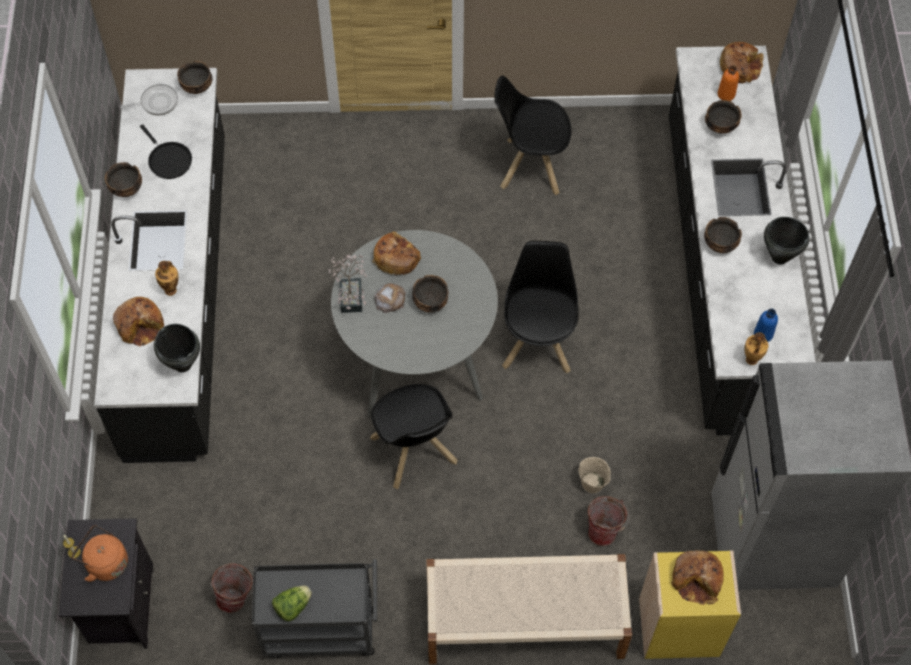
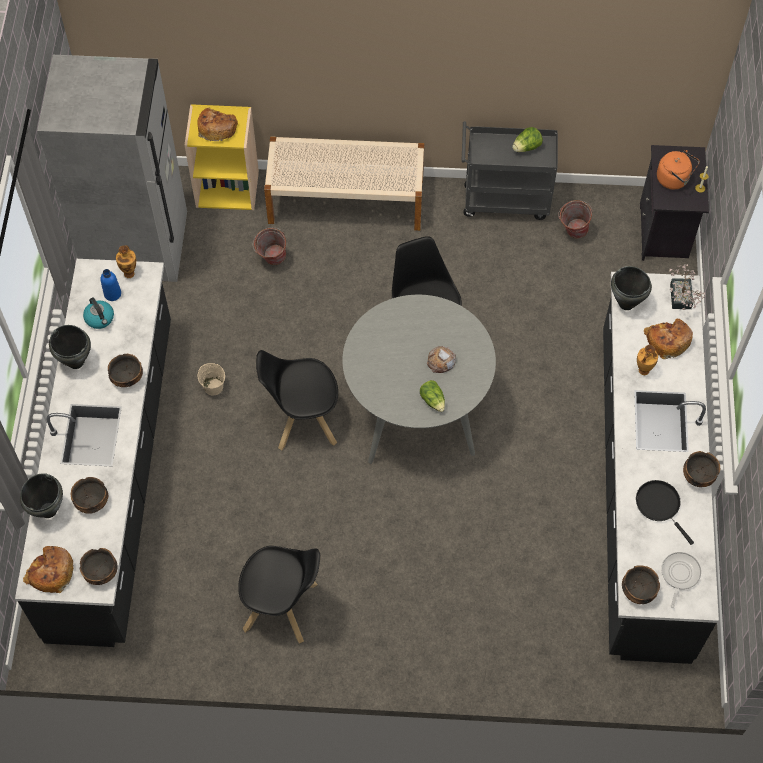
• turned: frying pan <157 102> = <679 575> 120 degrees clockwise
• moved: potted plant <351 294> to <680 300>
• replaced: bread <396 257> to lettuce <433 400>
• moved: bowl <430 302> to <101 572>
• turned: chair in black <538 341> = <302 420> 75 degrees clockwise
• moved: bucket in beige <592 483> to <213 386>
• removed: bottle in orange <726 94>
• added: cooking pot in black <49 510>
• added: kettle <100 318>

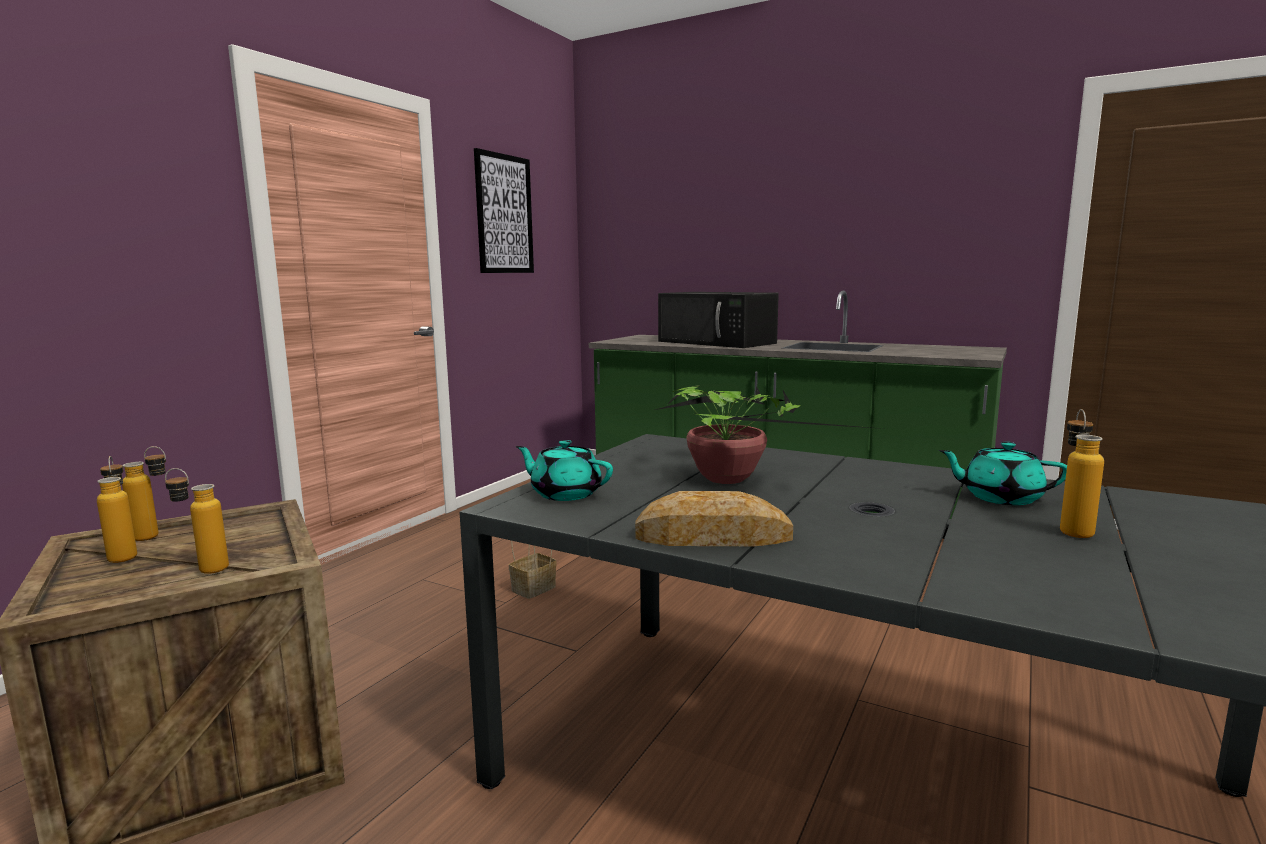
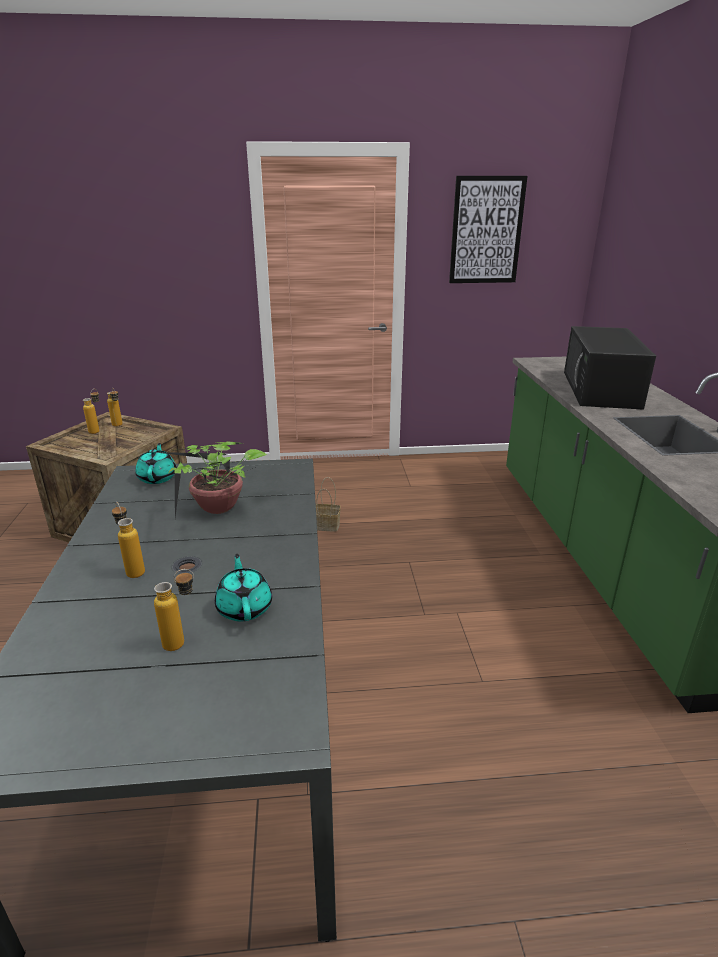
• moved: bottle <203 569> to <133 570>
• removed: bread <713 537>

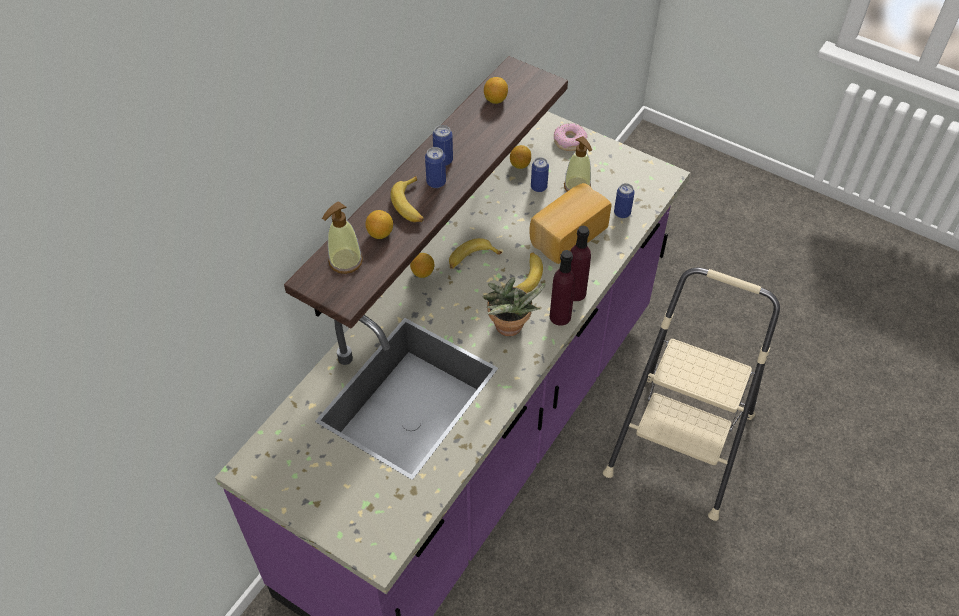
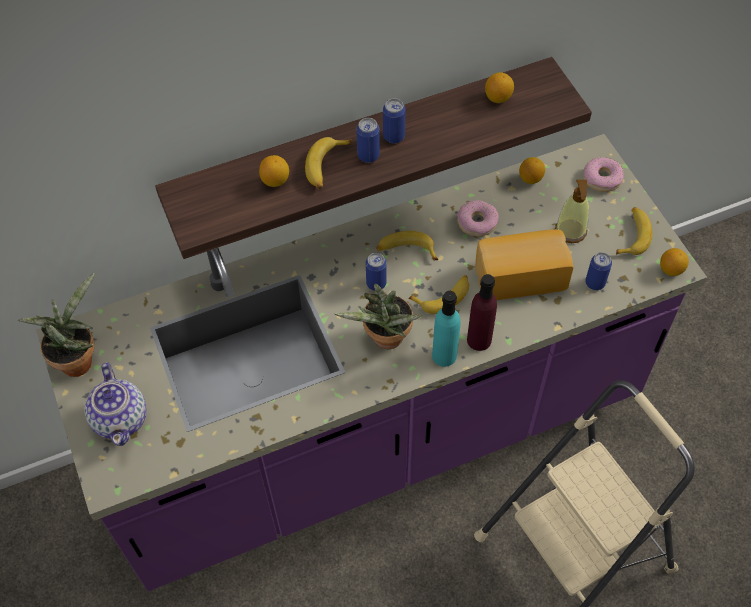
• removed: soap dispenser <345 261>
• moved: lemon <422 272> to <671 269>
• moved: can <539 187> to <376 283>
• recoloured: bottle in purple <560 316> to bottle in turquoise <444 355>
• added: potted plant <78 359>
• added: teapot <121 418>
• added: donut <477 222>
• added: banana <632 235>

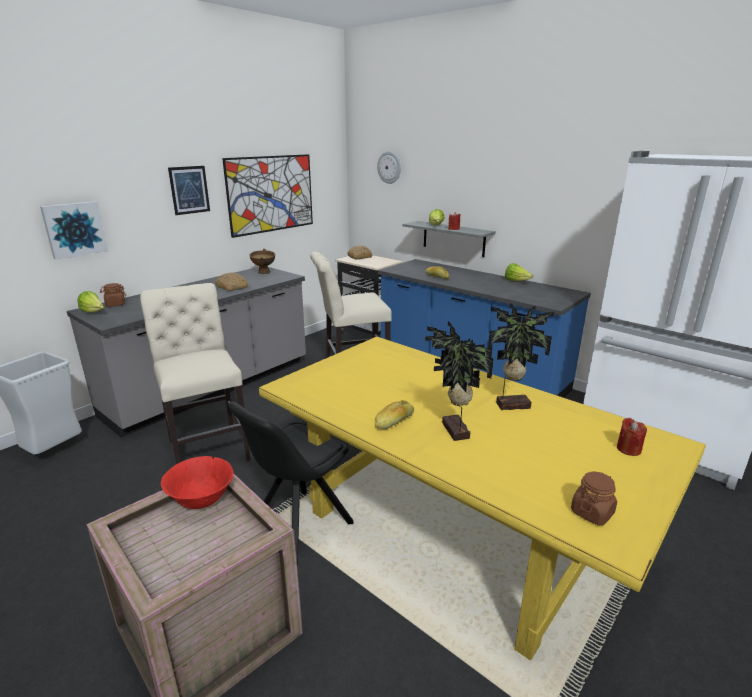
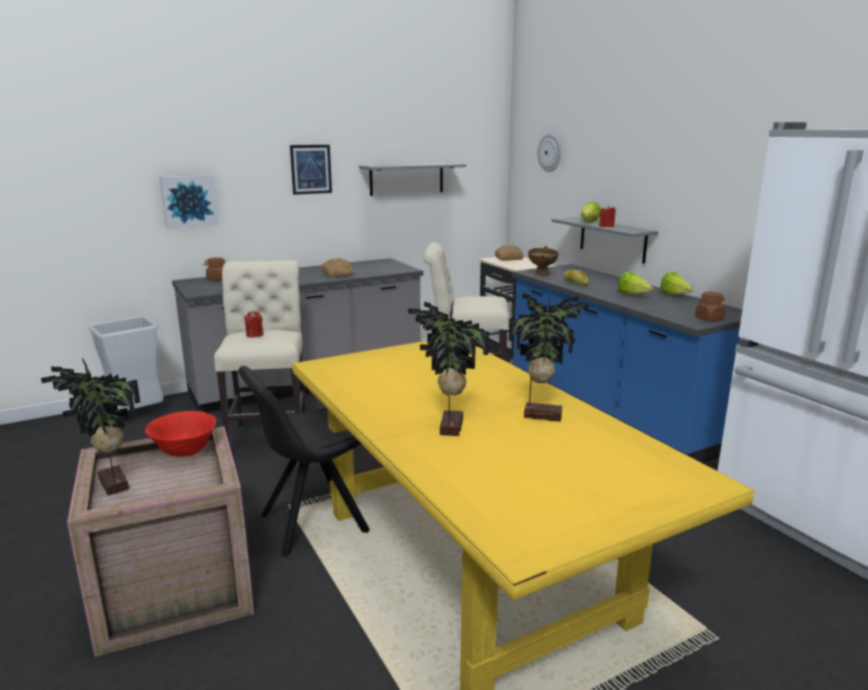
• moved: lettuce <94 312> to <633 295>
• replaced: picture <271 194> to shelf in grey <407 179>
• moved: bowl in brown <264 273> to <542 275>
• removed: bread <394 421>
• moved: jar in brown <592 512> to <709 318>
• moved: candle in red <628 449> to <254 335>
• added: potted plant <111 485>

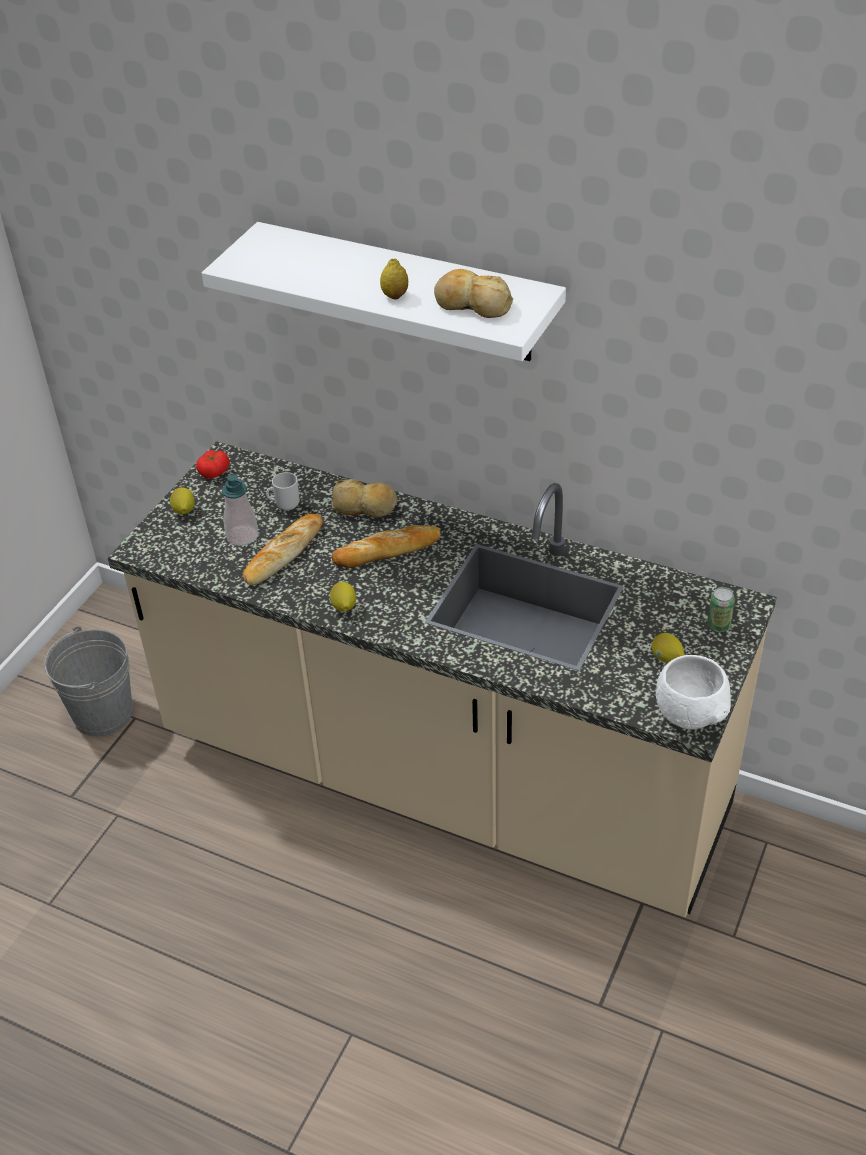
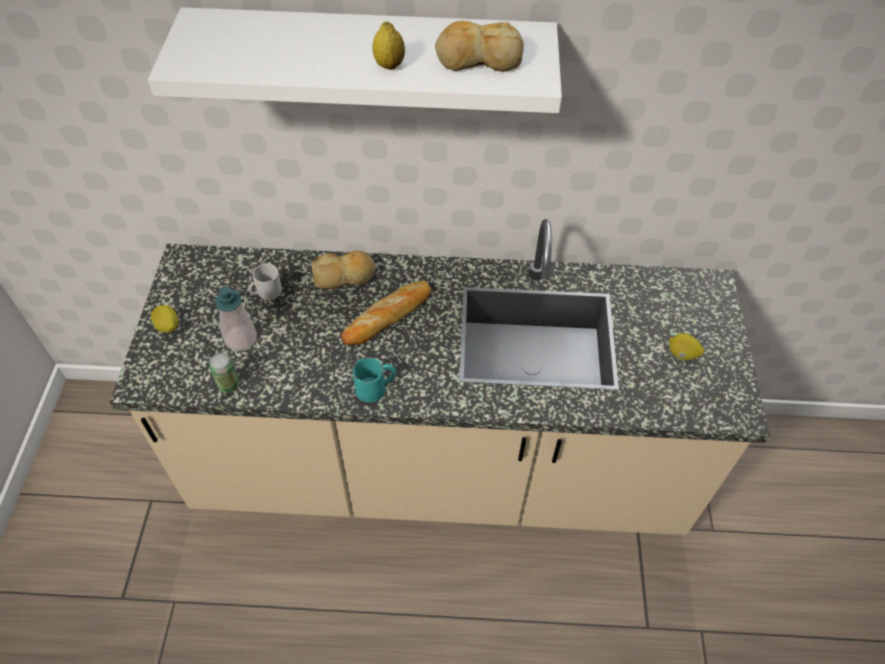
• removed: bucket in grey <103 713>
• removed: tomato <214 471>
• removed: bread <283 554>
• replaced: lemon <343 607> to mug in turquoise <376 387>
• removed: bowl in white <689 717>
• moved: can <718 625> to <228 384>

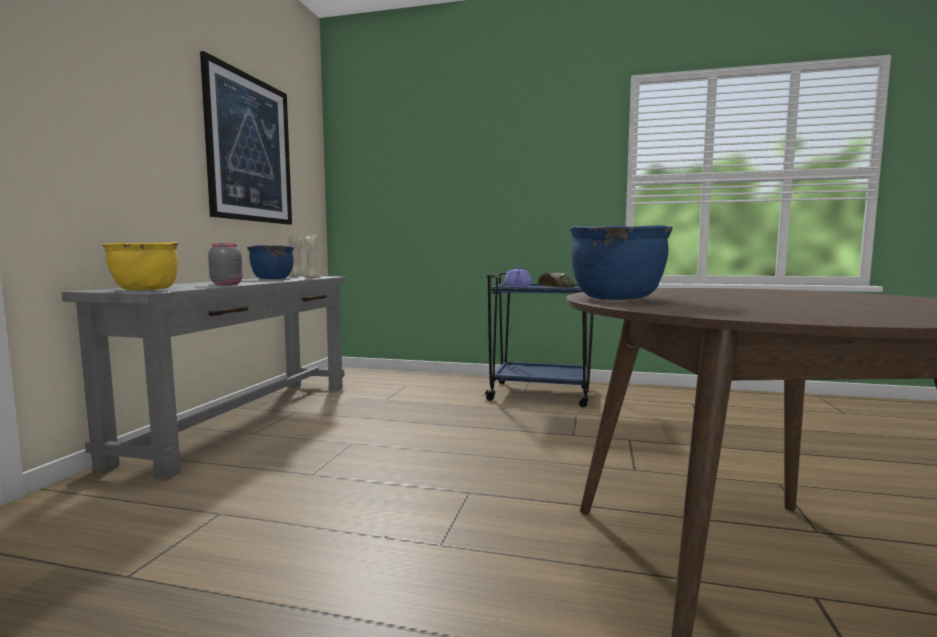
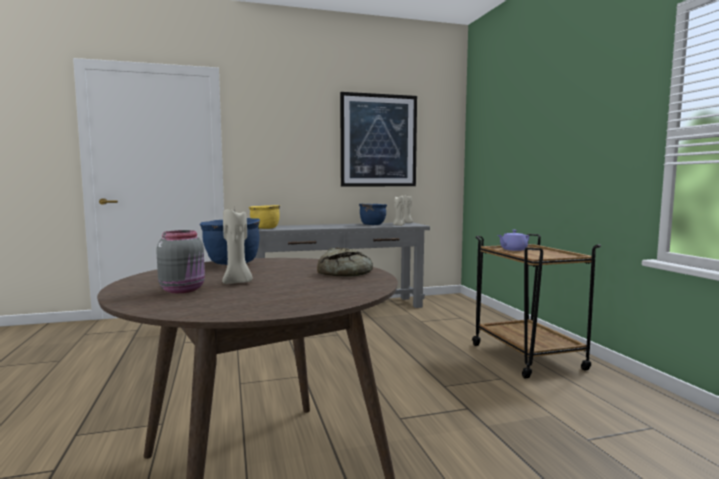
• moved: jar in grey <227 284> to <184 290>
• recoloured: cart in blue <541 394> to cart in brown <528 357>
• moved: bread <556 287> to <347 272>
• added: candle in beige <237 283>

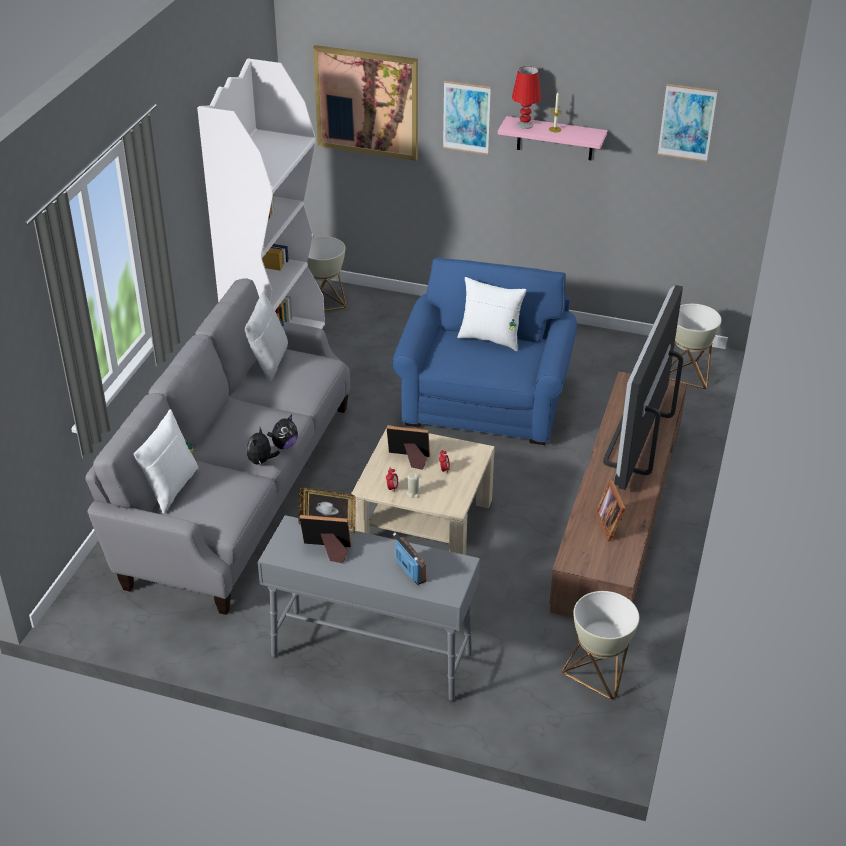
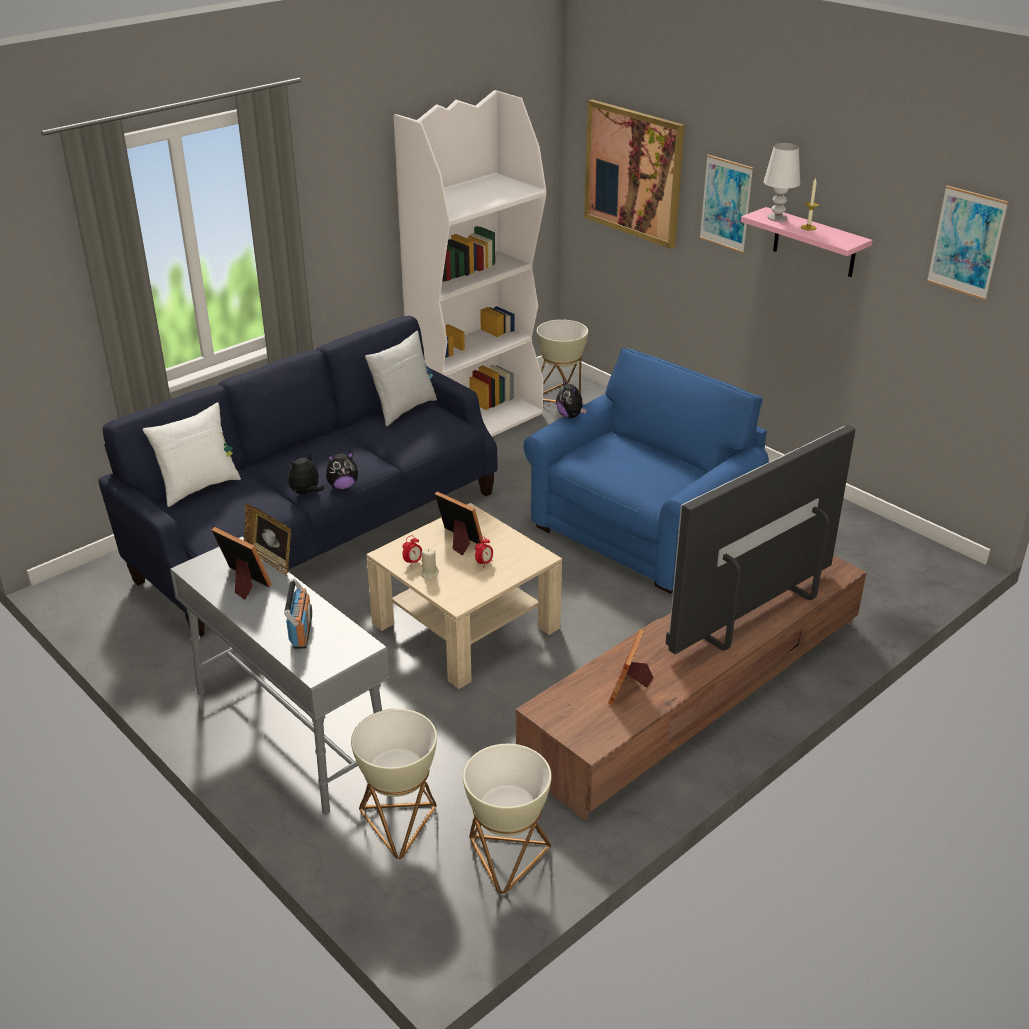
• recoloured: sofa in grey <236 490> to sofa in blue <317 531>
• removed: pillow in white <490 339>
• recoloured: table lamp in red <524 125> to table lamp in white <777 217>
• moved: planter <687 375> to <400 823>
• added: plush toy <570 416>

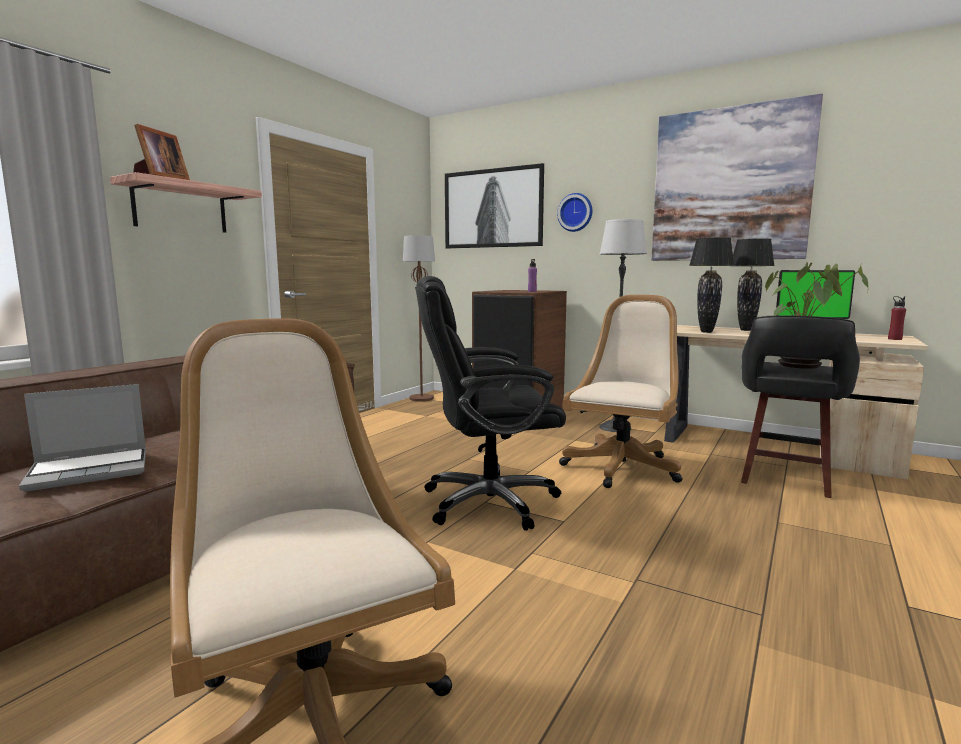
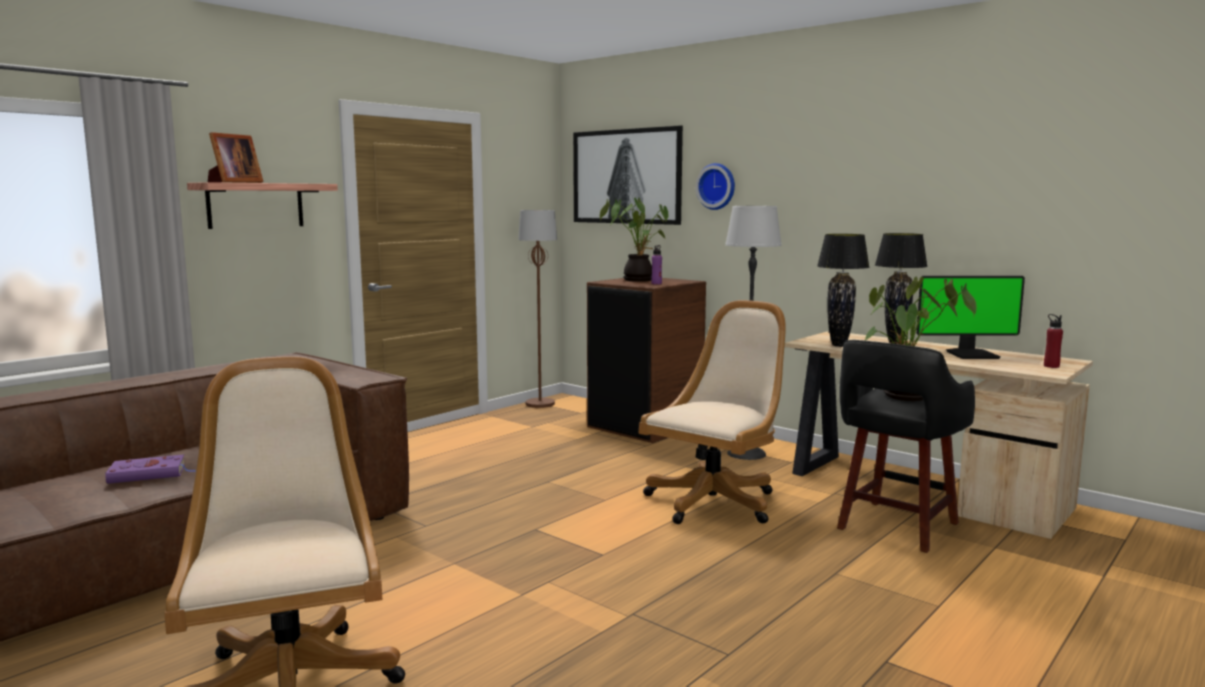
• replaced: laptop <91 470> to book in purple <150 474>
• removed: office chair in black <489 502>
• removed: picture <730 185>
• added: potted plant <637 280>

